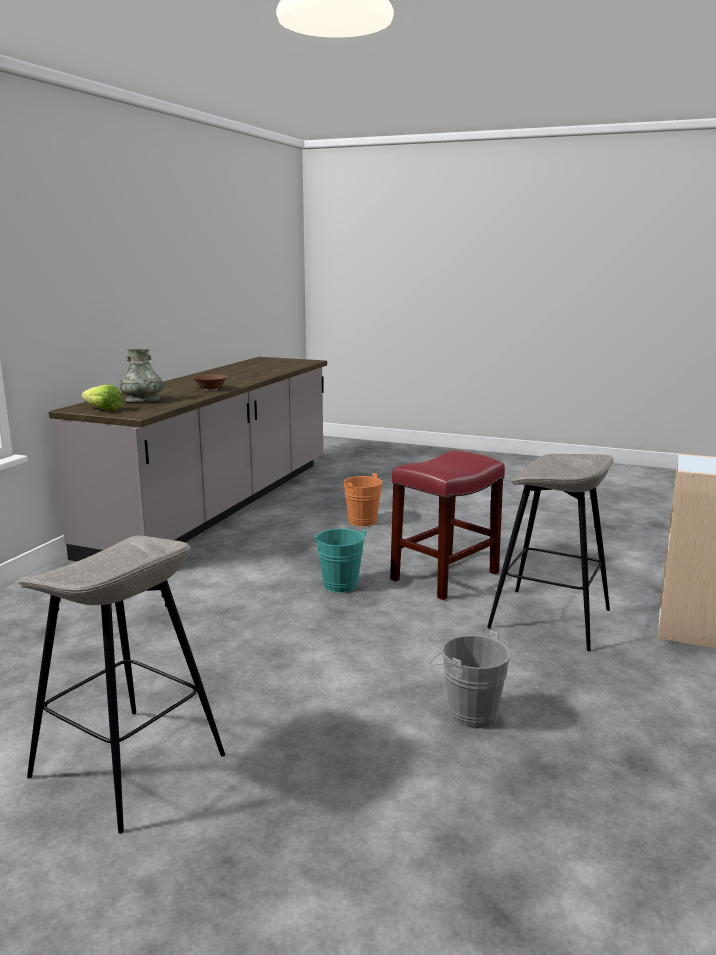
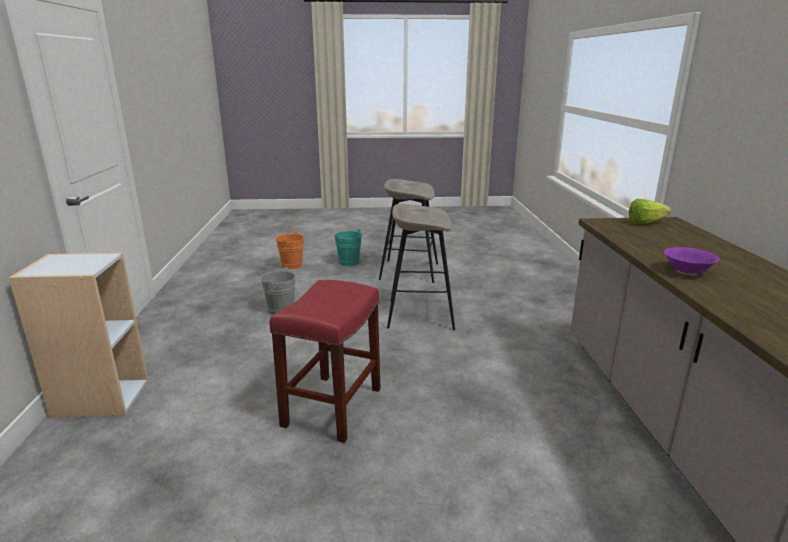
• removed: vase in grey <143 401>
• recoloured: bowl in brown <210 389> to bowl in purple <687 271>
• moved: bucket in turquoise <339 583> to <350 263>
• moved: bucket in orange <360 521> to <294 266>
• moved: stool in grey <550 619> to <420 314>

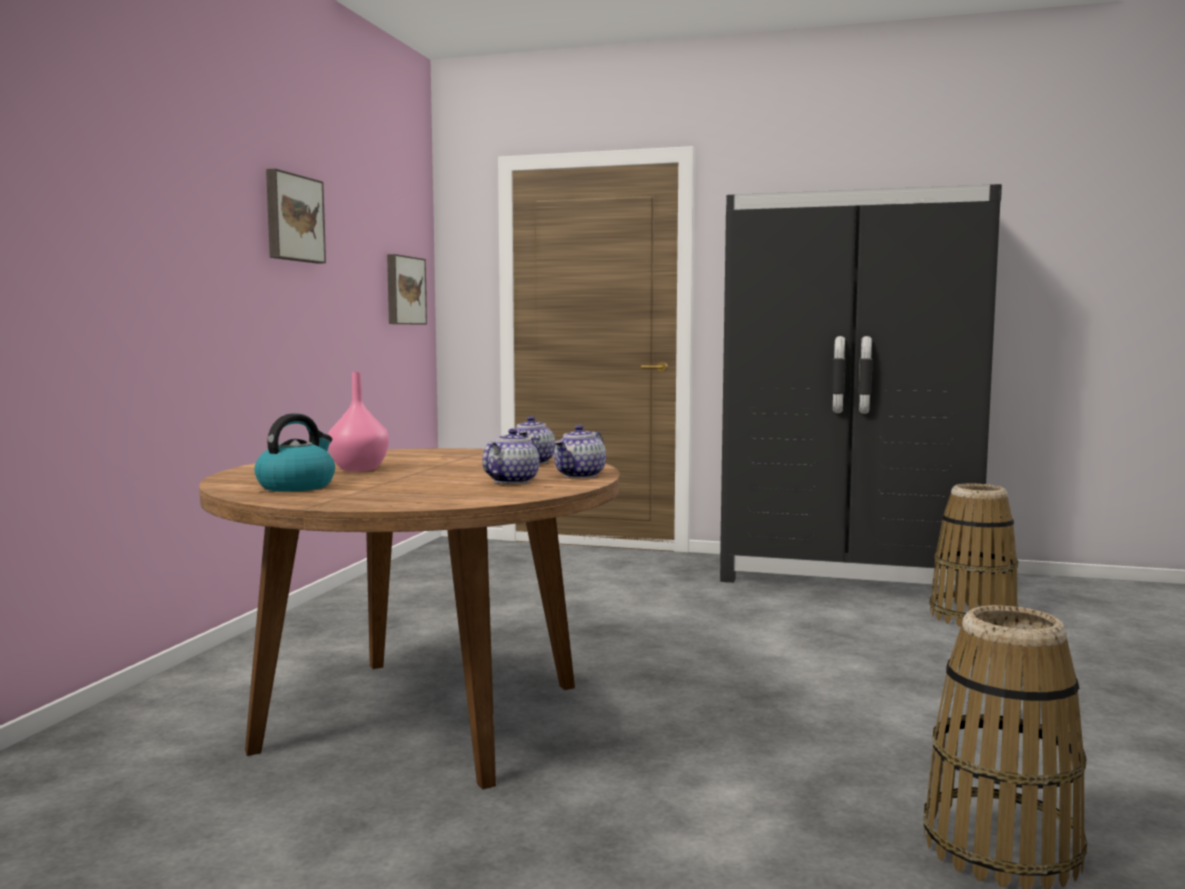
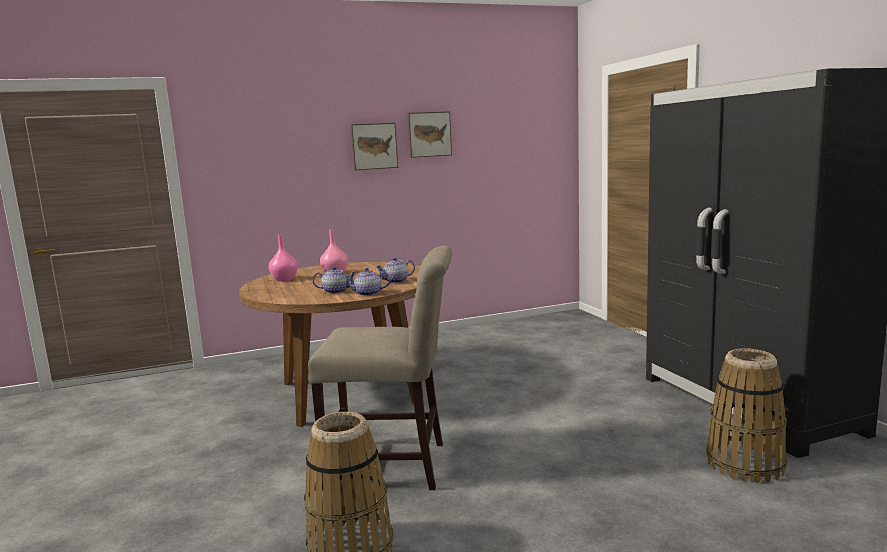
• replaced: kettle <297 486> to vase in pink <284 279>
• moved: picture <404 290> to <374 146>
• added: chair in beige <394 466>

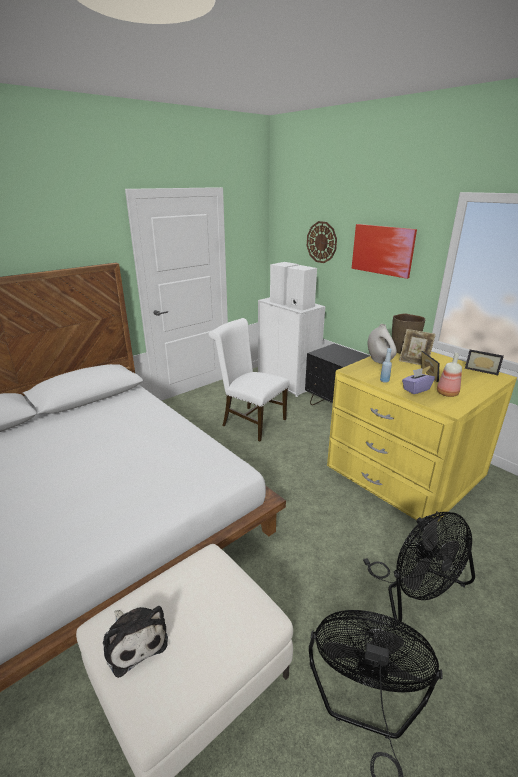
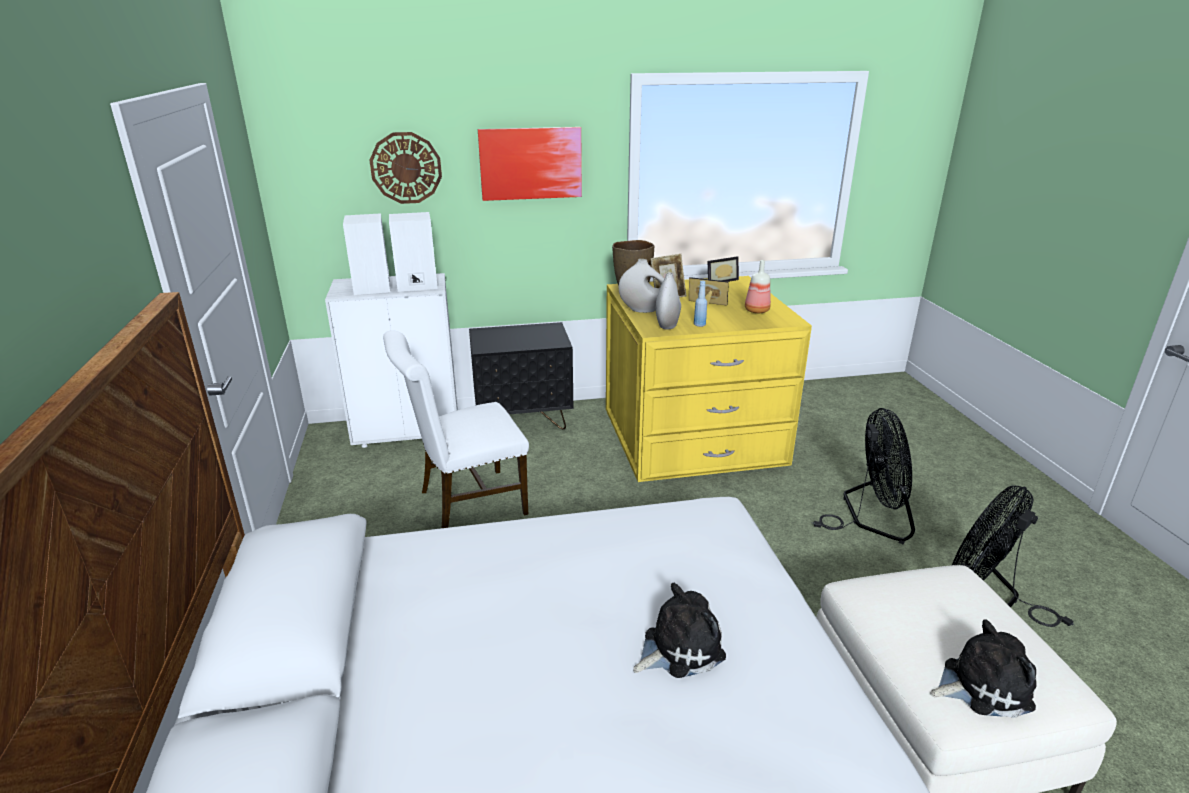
• removed: tissue box in purple <416 389>
• added: plush toy <678 648>
• added: vase in white <667 325>

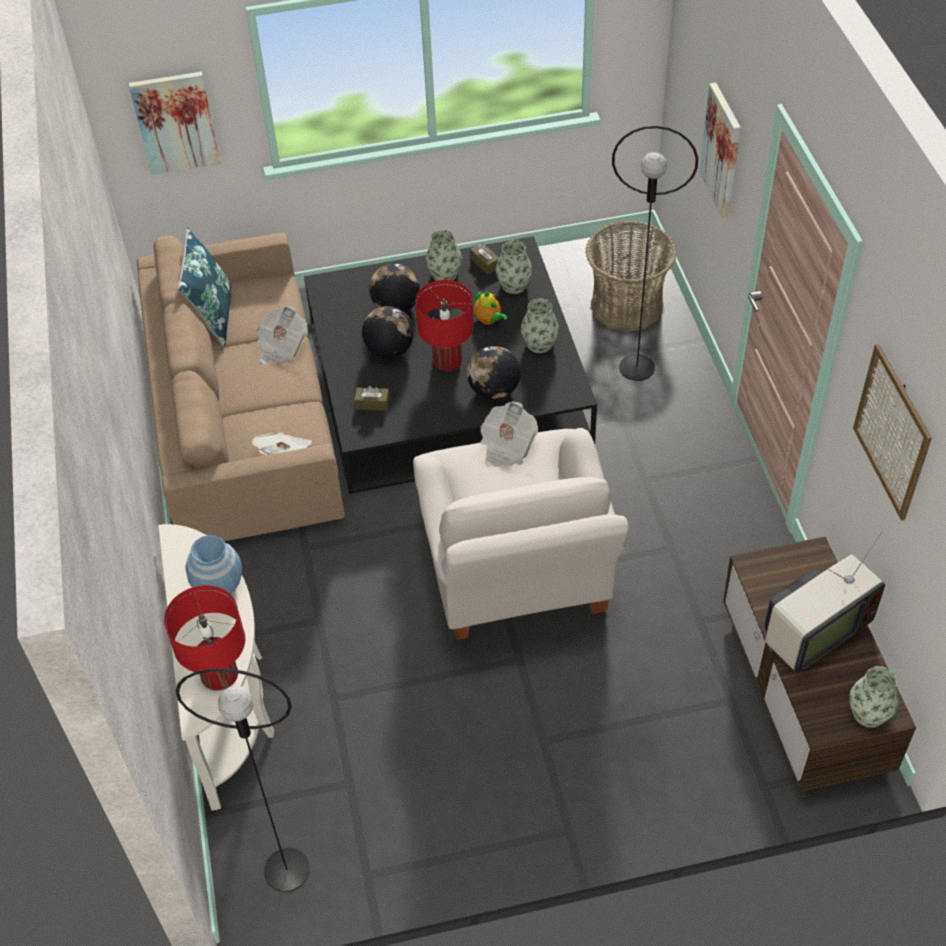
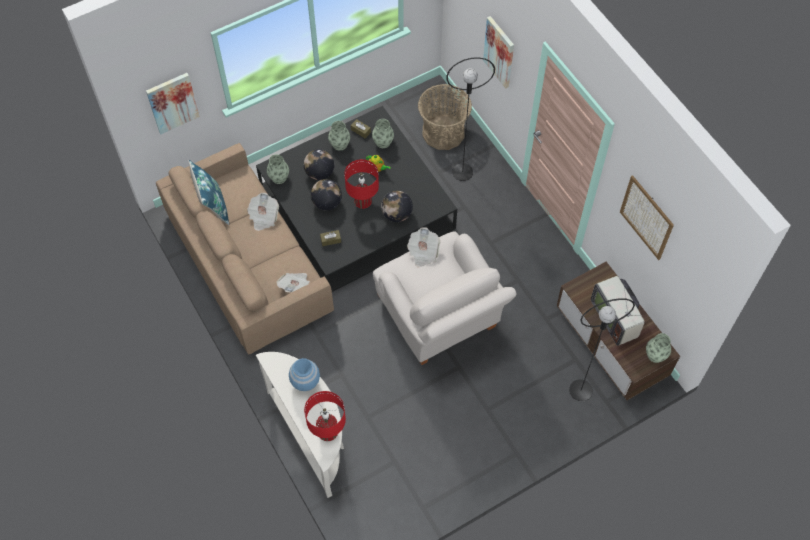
• moved: floor lamp in black <286 870> to <580 390>
• moved: vase <539 343> to <279 177>
• turned: television <812 632> = <615 318> 120 degrees clockwise

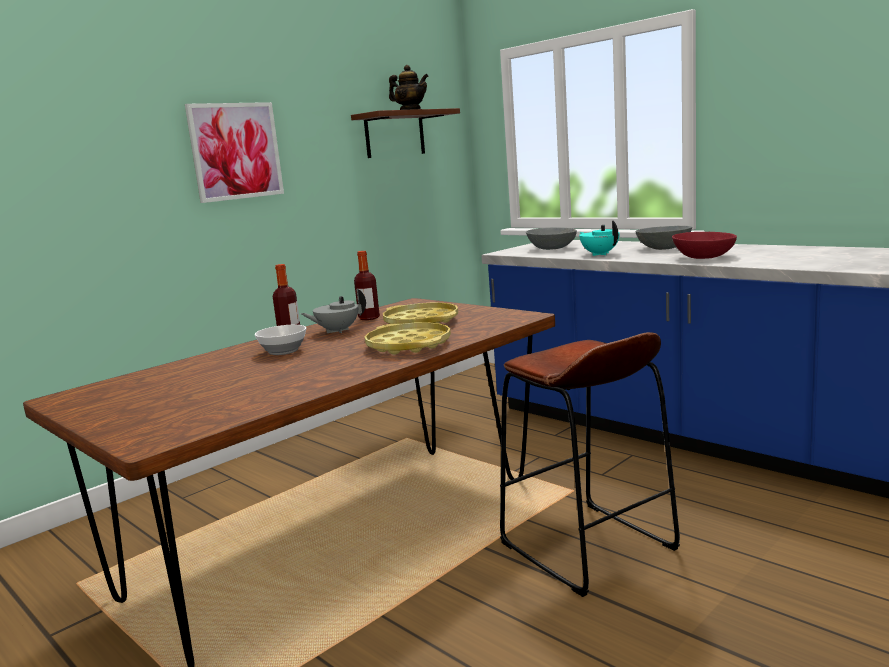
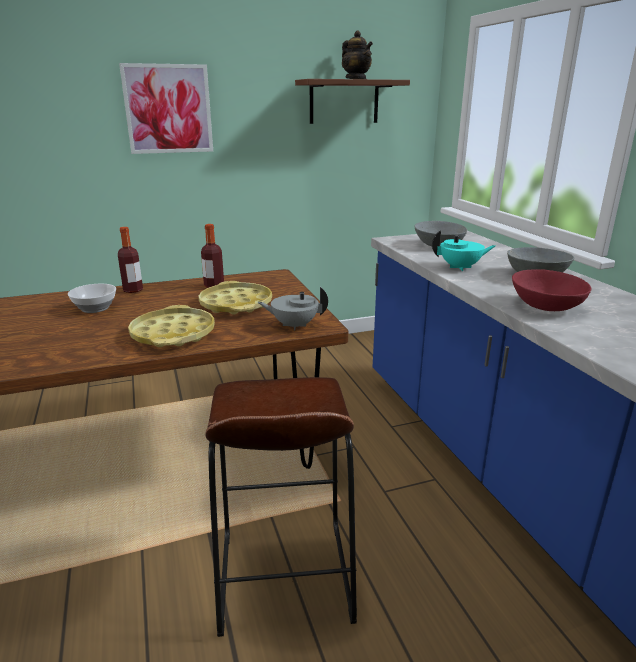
• moved: teapot in grey <337 331> to <294 325>
• turned: teapot in turquoise <599 254> = <460 267> 90 degrees clockwise

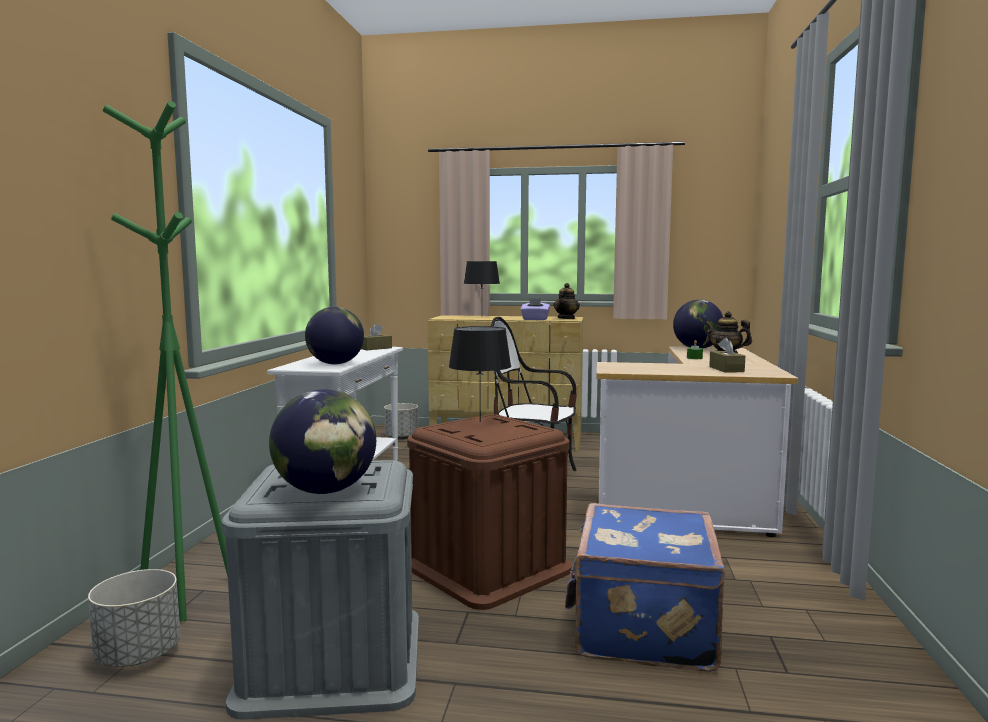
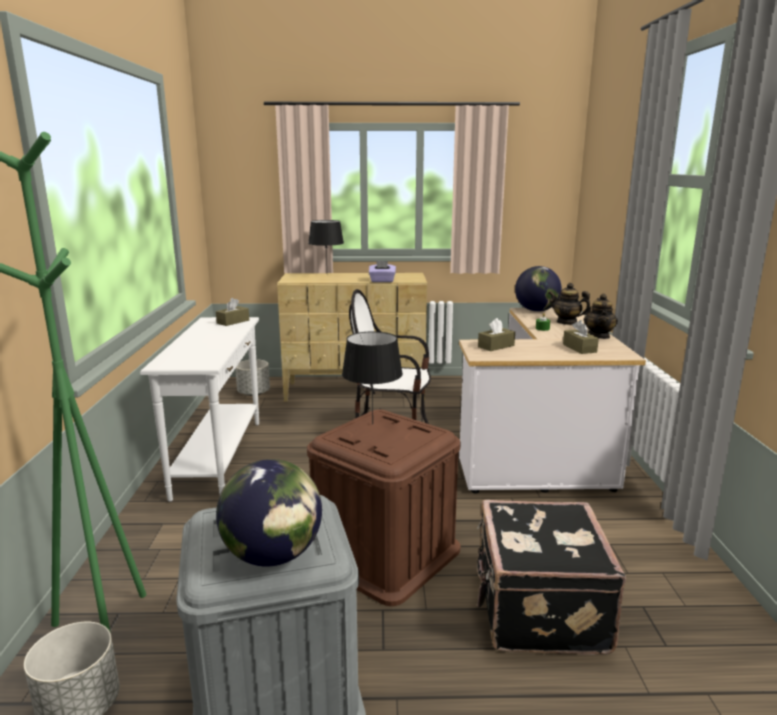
• removed: globe <335 364>
• moved: teapot <566 318> to <599 336>
• recoloured: suitcase in blue <641 627> to suitcase in black <537 609>
• added: tissue box in brown <496 346>

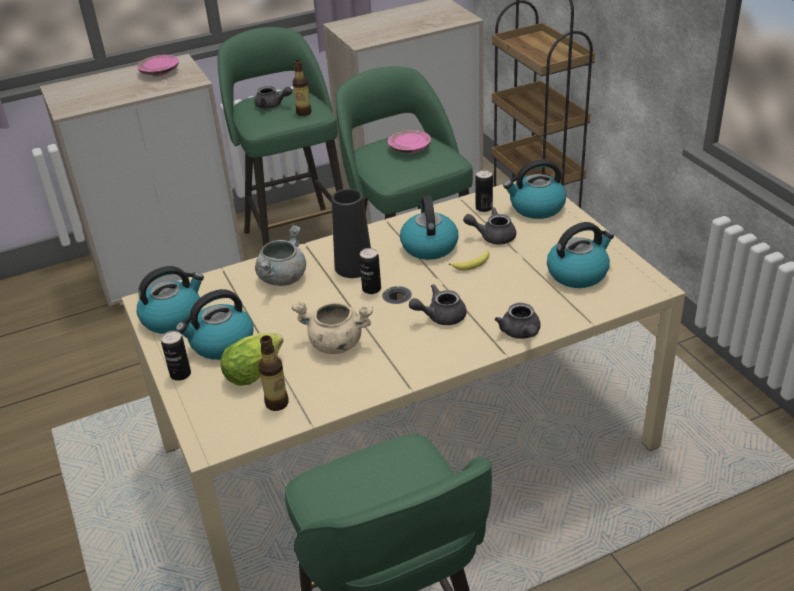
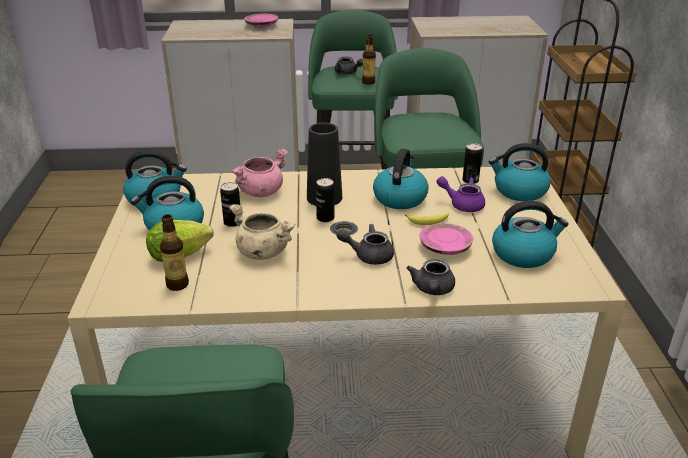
• moved: can <180 374> to <232 222>
• recoloured: cooking pot in grey <282 278> to cooking pot in pink <260 192>
• moved: plate in pink <409 149> to <444 247>
• recoloured: teapot in grey <492 236> to teapot in purple <462 204>

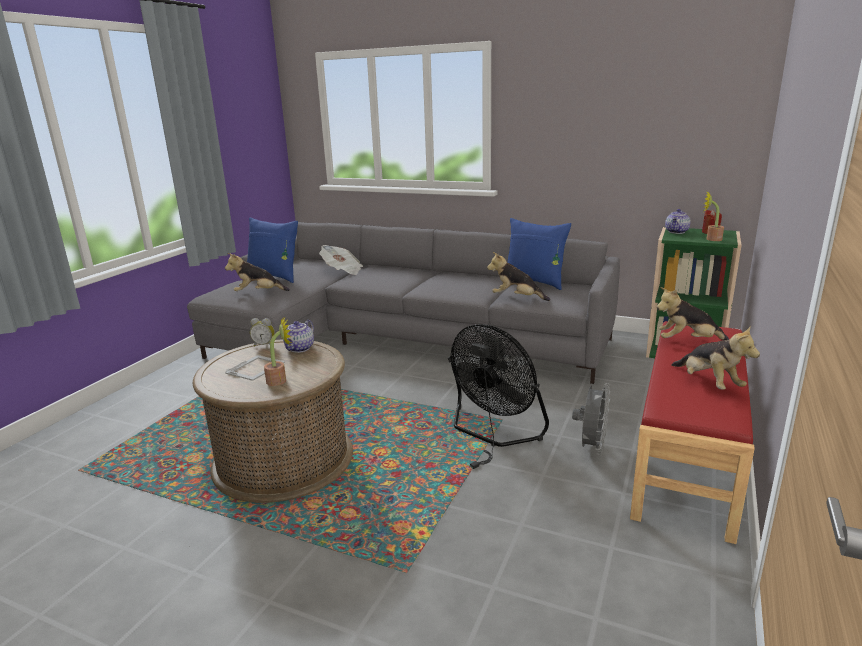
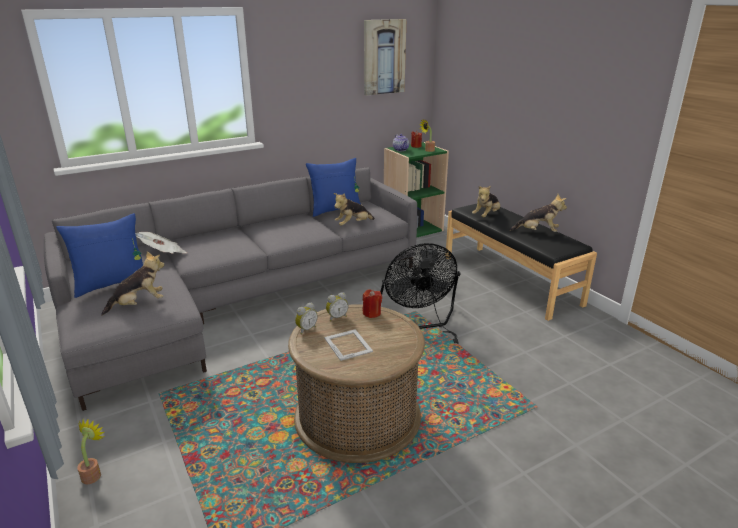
• turned: plush toy <258 293> = <139 304> 150 degrees counterclockwise
• moved: potted plant <280 380> to <93 474>
• replaced: teapot <300 349> to alarm clock <337 317>
• removed: fan in grey <591 447>
• recoloured: bench in red <689 454> to bench in black <510 280>
• added: candle in red <371 313>
• added: picture <384 57>

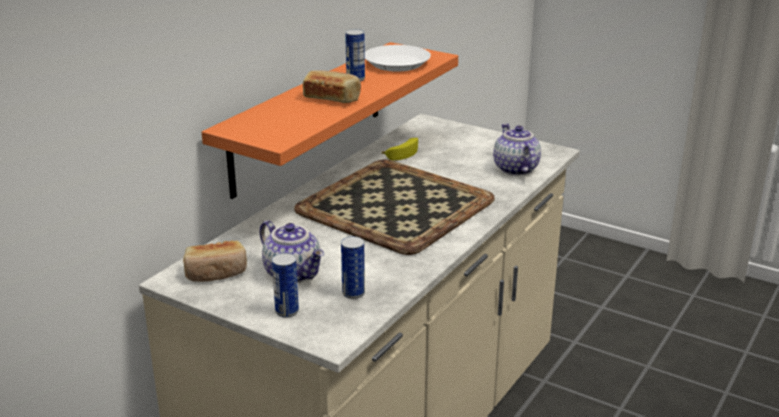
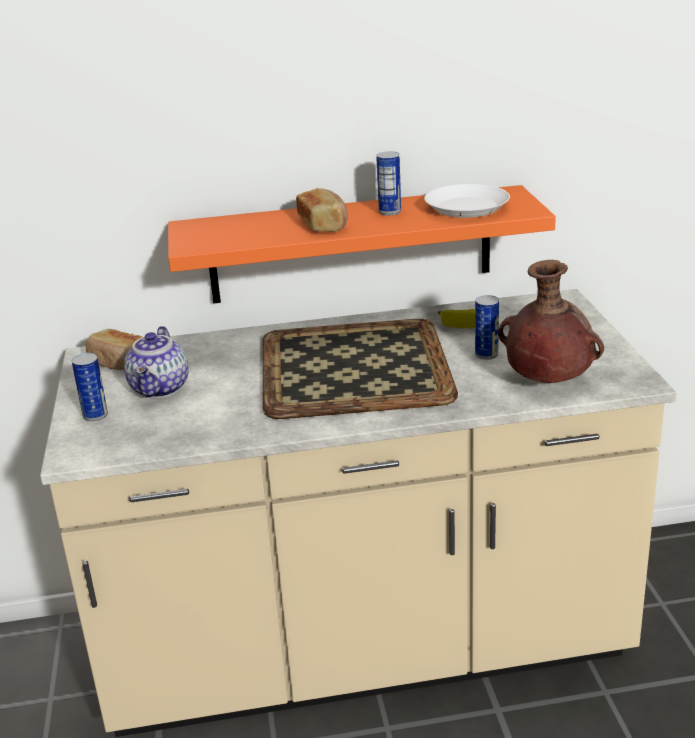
• moved: can <353 293> to <486 355>
• replaced: teapot <514 169> to vase in brown <547 382>

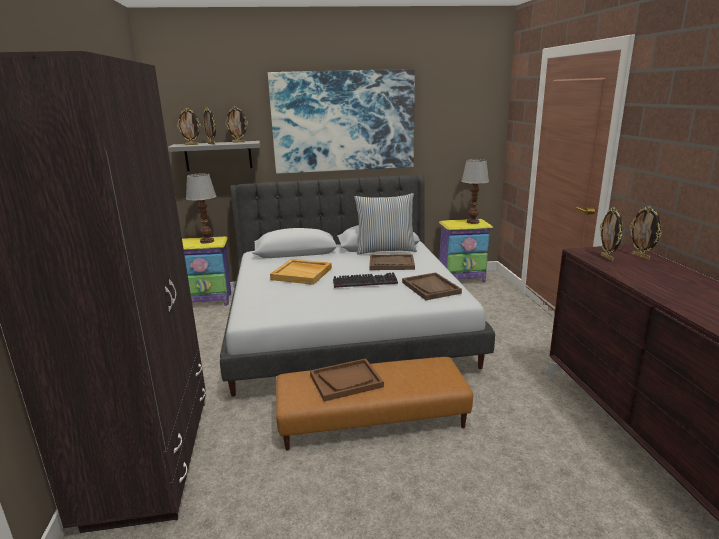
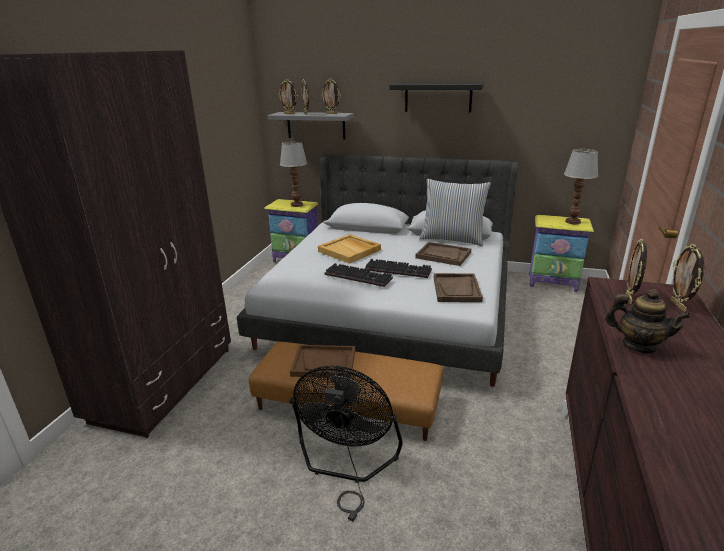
• replaced: picture <343 121> to shelf in black <438 97>
• added: fan in black <345 466>
• added: keyboard <359 276>
• added: teapot <638 345>

